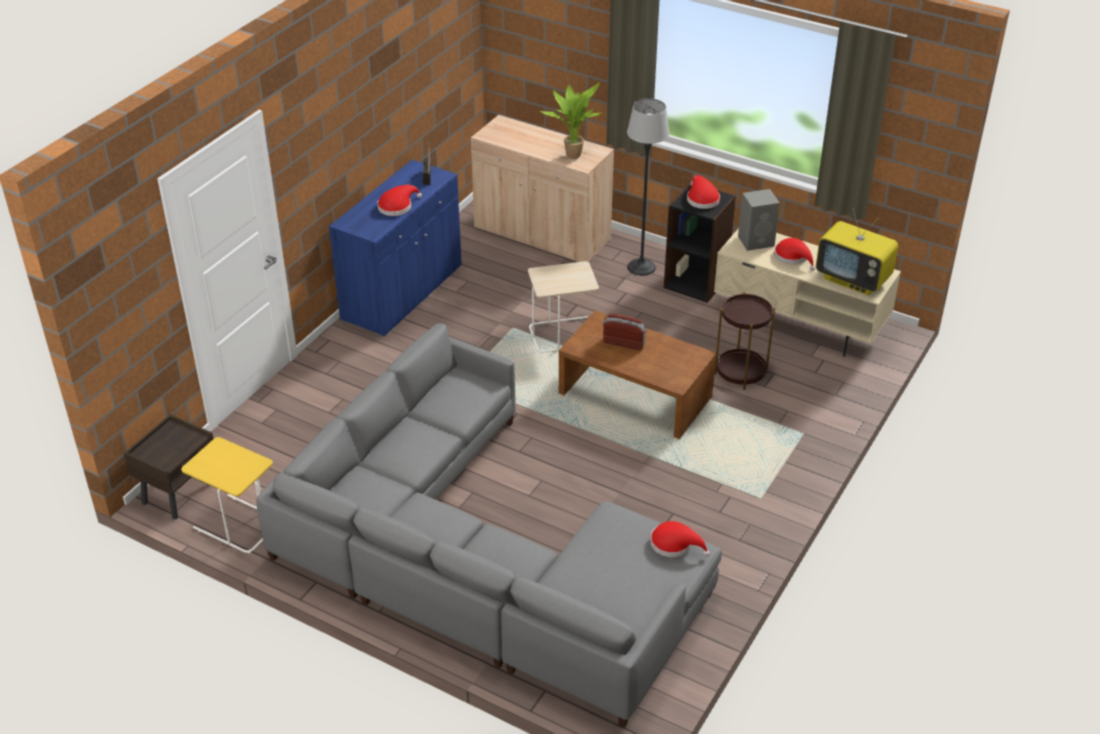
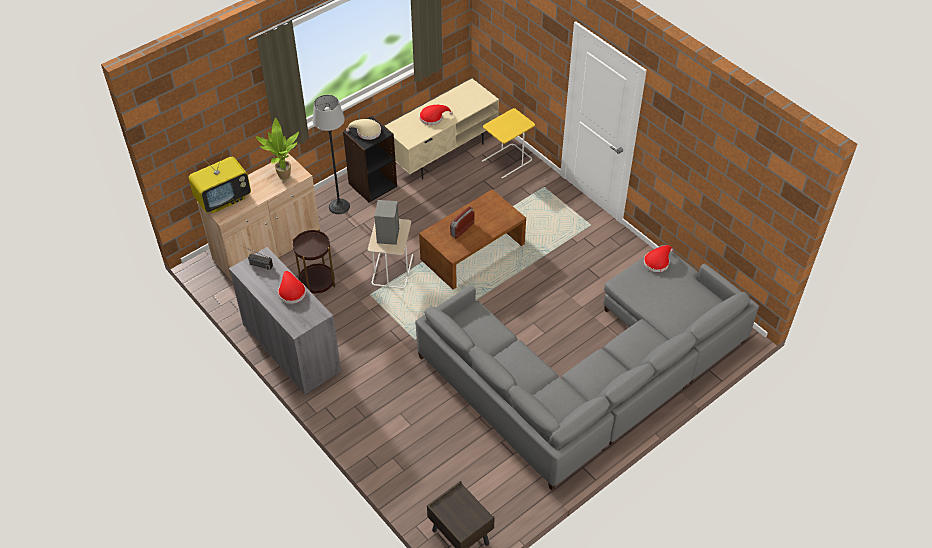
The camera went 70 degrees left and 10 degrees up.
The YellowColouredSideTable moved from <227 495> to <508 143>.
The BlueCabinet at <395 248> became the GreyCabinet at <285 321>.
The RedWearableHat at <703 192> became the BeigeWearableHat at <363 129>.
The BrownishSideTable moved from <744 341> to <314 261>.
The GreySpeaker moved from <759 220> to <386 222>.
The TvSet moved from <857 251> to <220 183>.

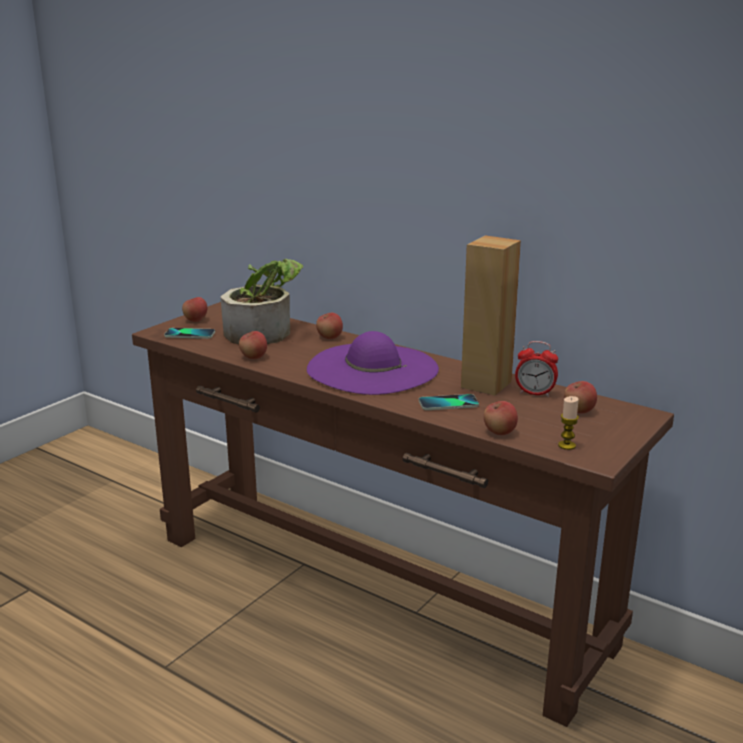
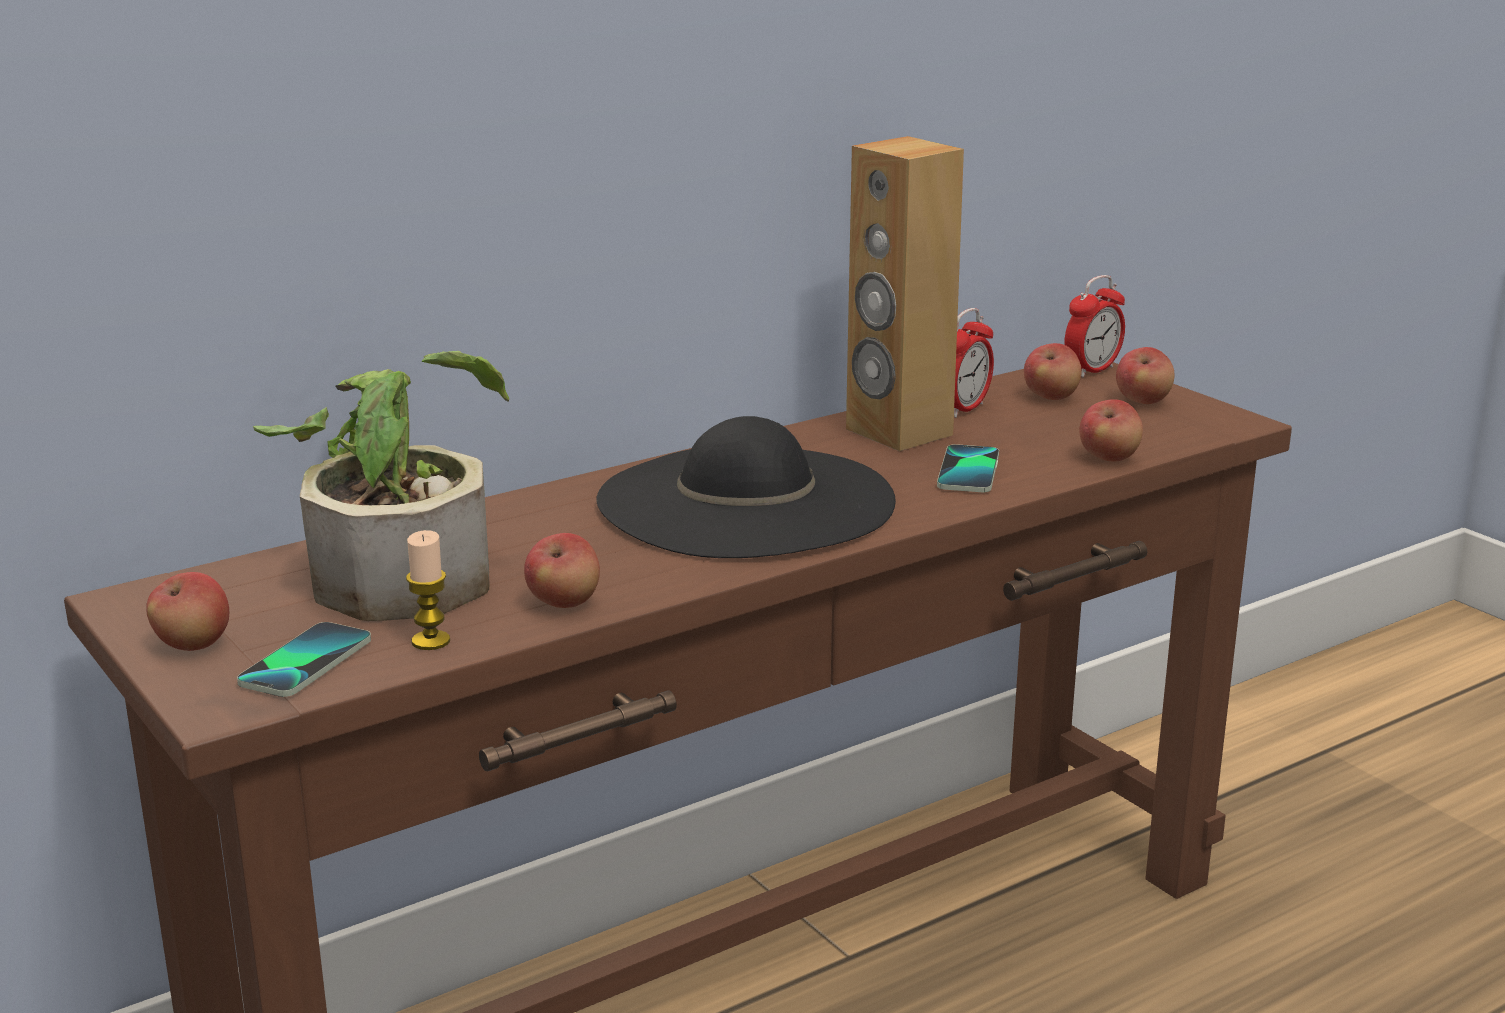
The camera went 70 degrees left and 0 degrees up.
The PurpleWearableHat at <373 363> became the BlackishWearableHat at <746 487>.
The WholeApple moved from <329 326> to <1145 375>.
The Candle moved from <568 423> to <428 590>.
The AlarmClock at <1094 326> appeared.

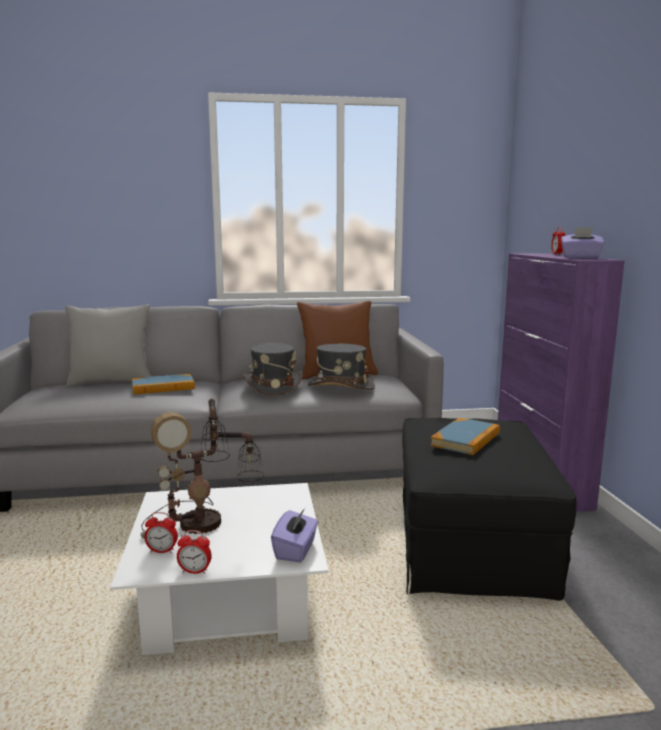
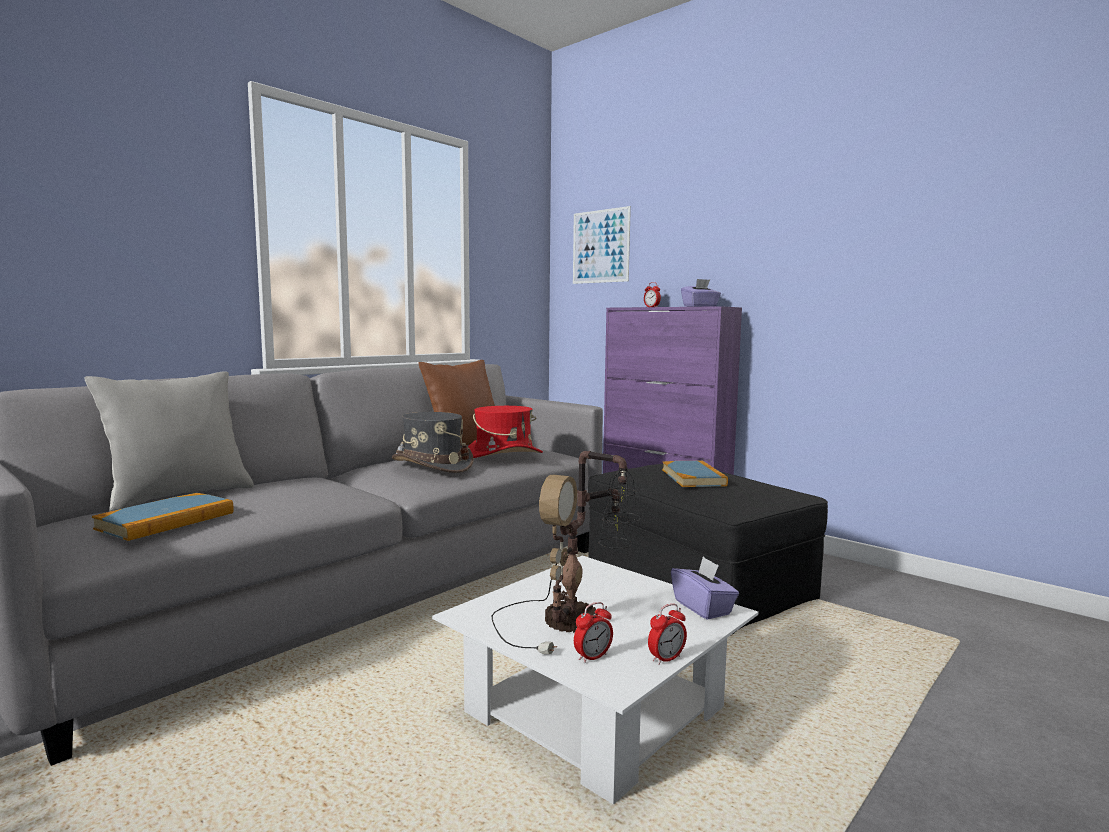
The camera went 40 degrees left and 5 degrees down.
The Book moved from <163 384> to <163 517>.
The GreyWearableHat at <341 367> became the RedWearableHat at <505 432>.
The WallPicture at <602 245> appeared.

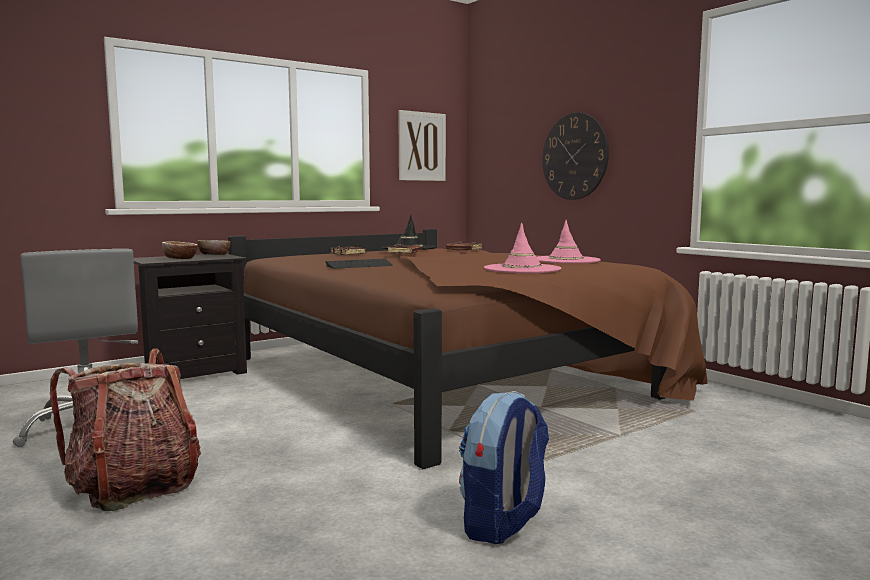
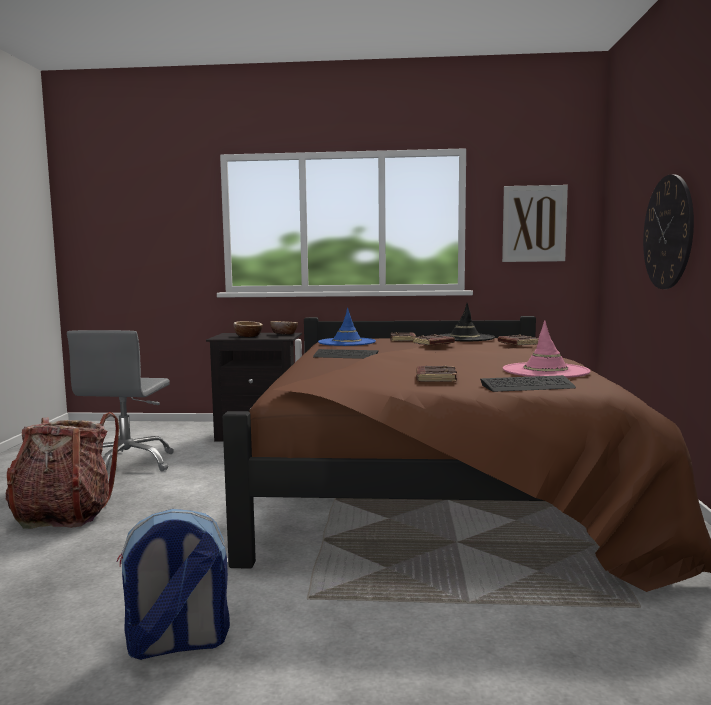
The camera went 40 degrees right and 0 degrees up.
The PinkColouredWearableHat at <522 247> was replaced by the BrownishBook at <436 373>.
The BlueWearableHat at <347 327> appeared.
The ComputerKeyboard at <528 383> appeared.

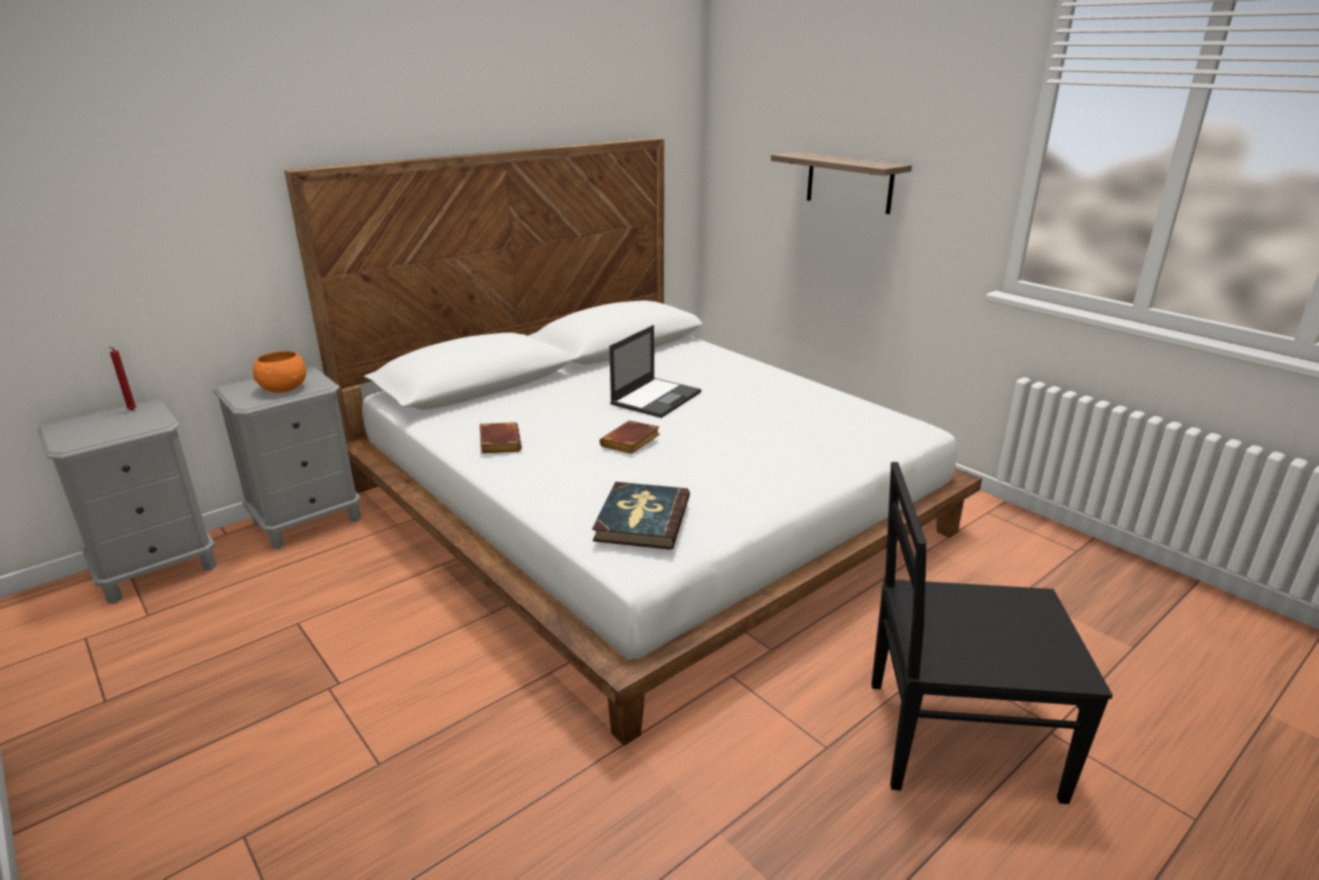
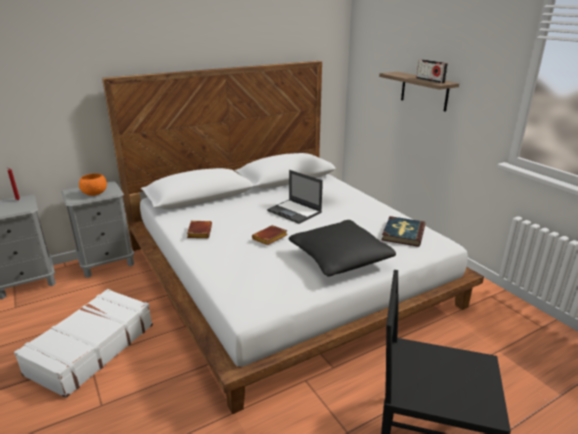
The camera went 10 degrees right and 0 degrees up.
The Book moved from <641 516> to <403 231>.
The Laptop at <655 371> turned 90 degrees clockwise.
The WhiteColouredSuitcase at <83 343> appeared.
The BlackishPillow at <342 248> appeared.
The Radio at <432 71> appeared.

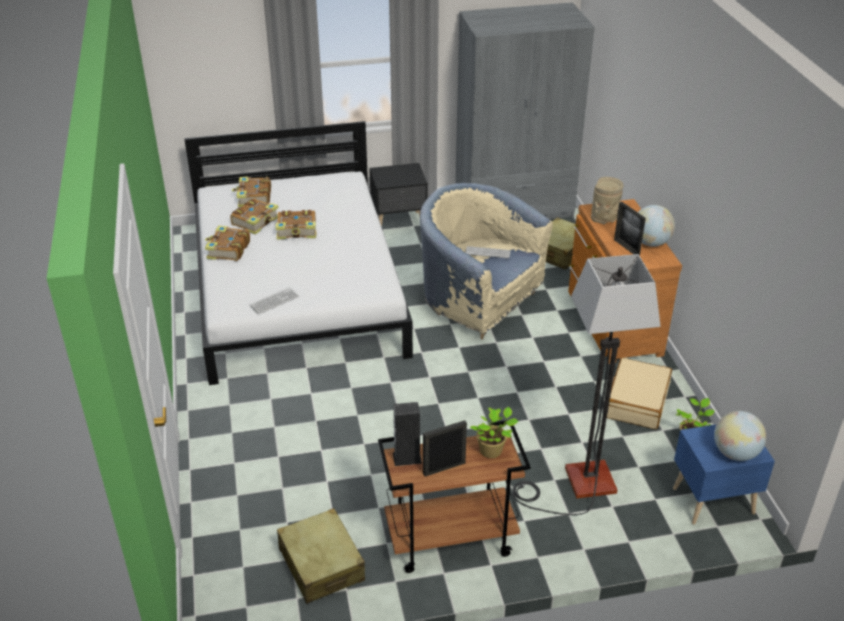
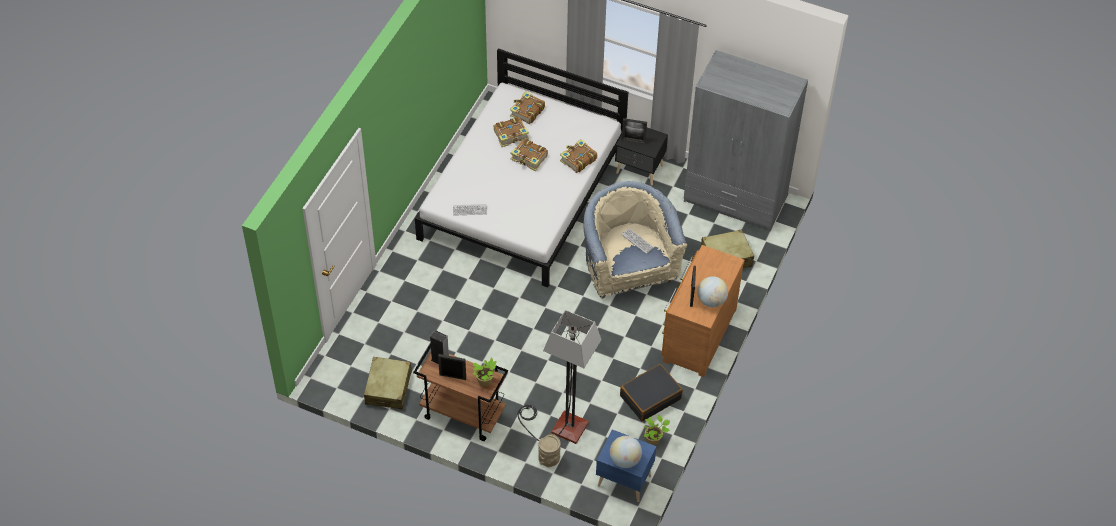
The camera went 35 degrees right and 15 degrees up.
The Book moved from <227 243> to <578 156>.
The BeigeVase moved from <607 200> to <549 450>.
The BeigeSuitcase at <639 393> became the BlackishSuitcase at <651 392>.
The PictureFrame at <634 131> appeared.

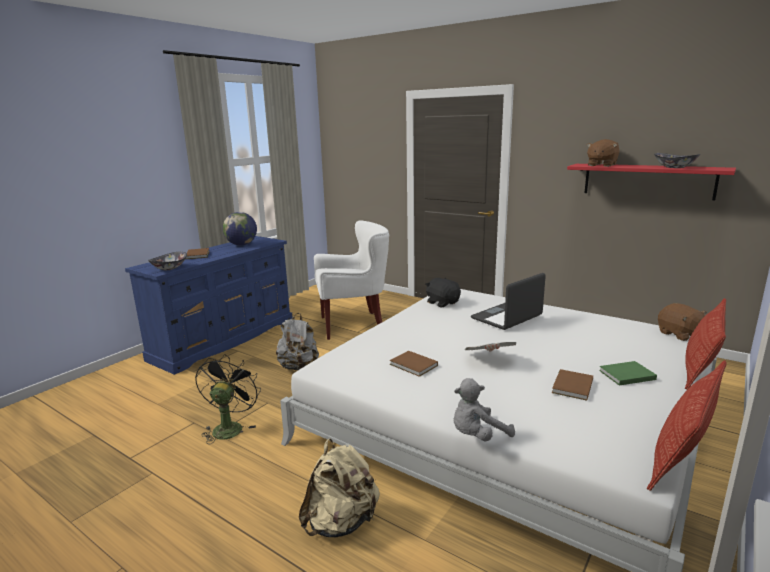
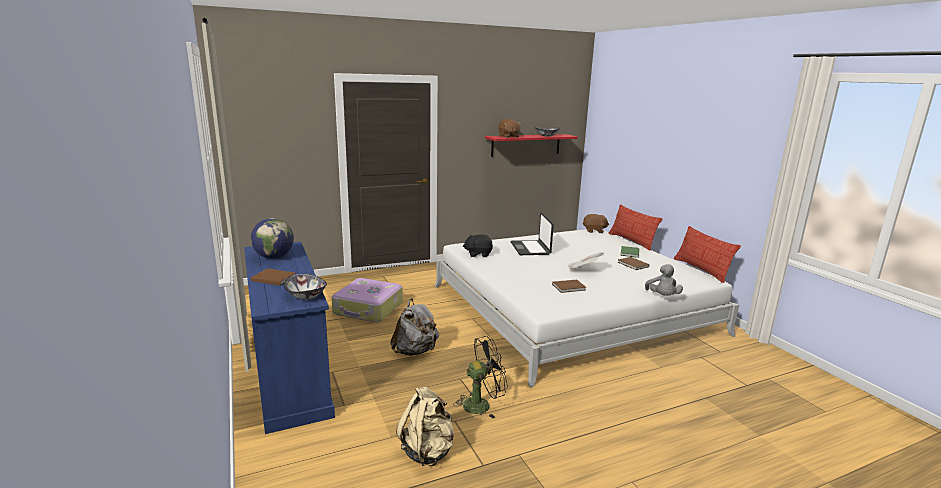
The camera went 60 degrees left and 0 degrees up.
The BlackishCoolingFan at <228 399> turned 120 degrees clockwise.
The BeigeKnapsack moved from <339 488> to <425 426>.
The WhiteColouredArmchair at <351 280> was replaced by the Suitcase at <367 300>.

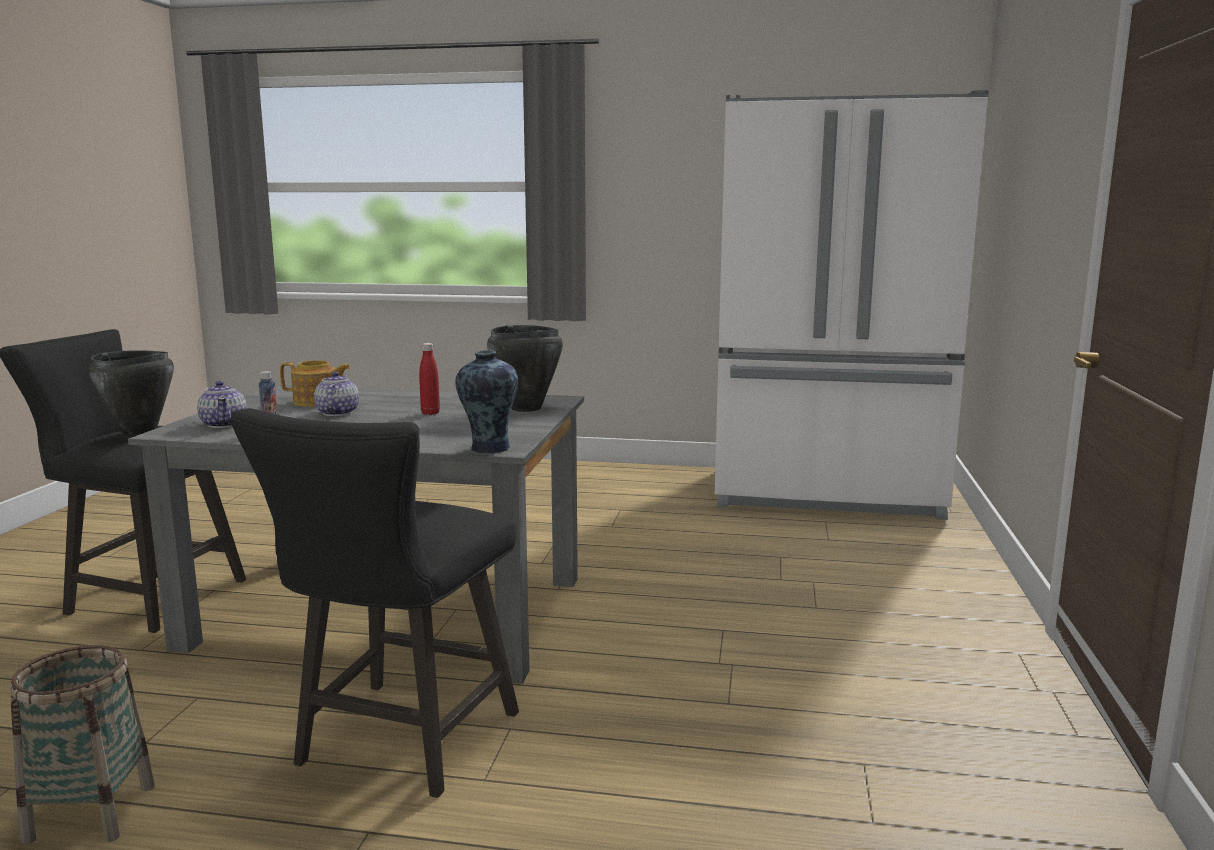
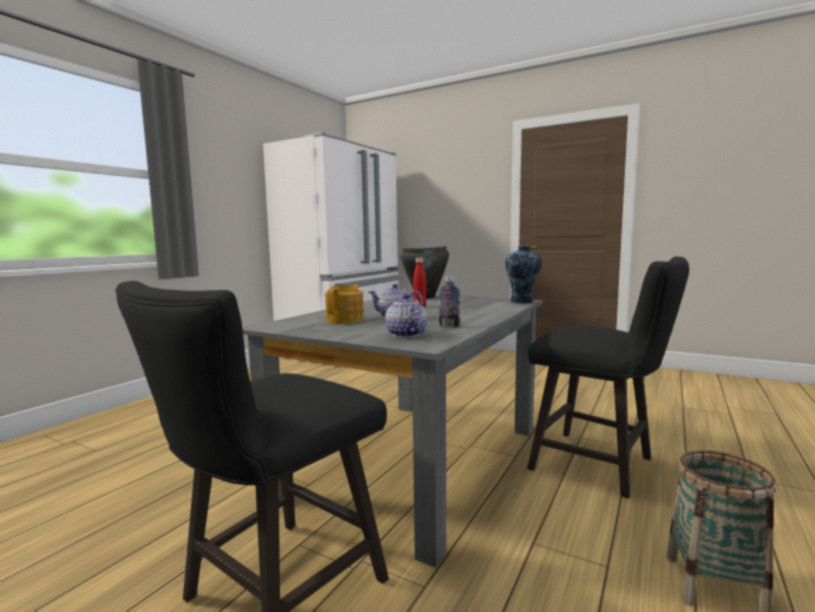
The camera went 70 degrees left and 5 degrees down.
The BlackishSaucepot at <131 393> disappeared.
The PotForTea at <222 404> turned 105 degrees counterclockwise.

